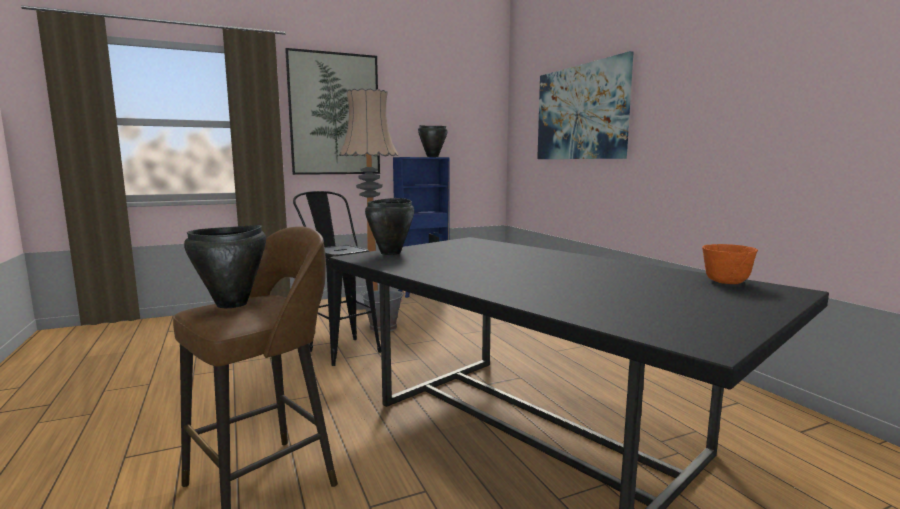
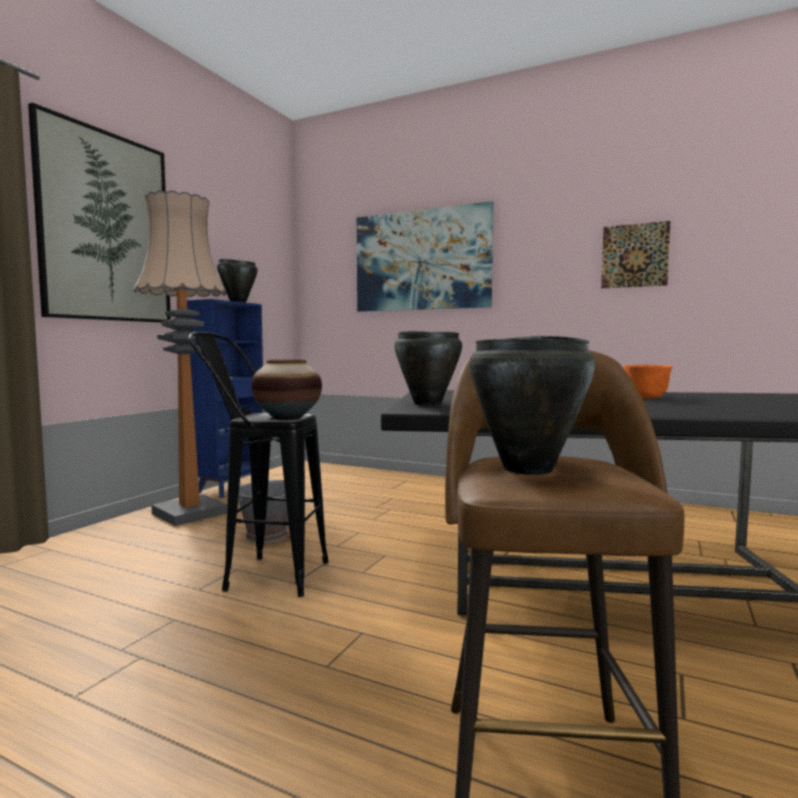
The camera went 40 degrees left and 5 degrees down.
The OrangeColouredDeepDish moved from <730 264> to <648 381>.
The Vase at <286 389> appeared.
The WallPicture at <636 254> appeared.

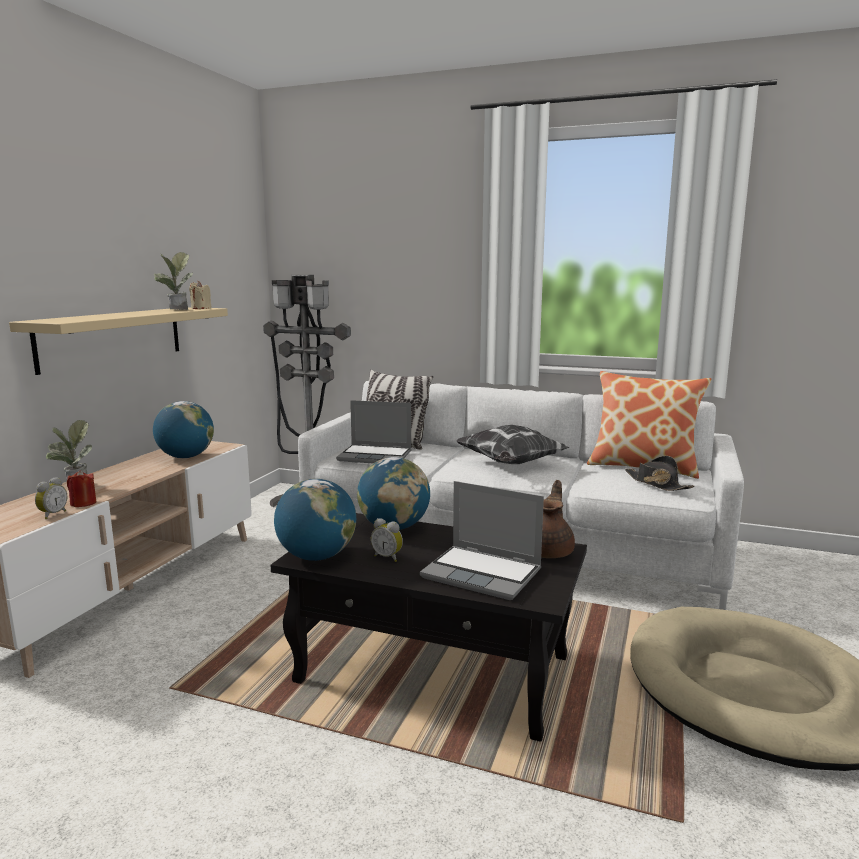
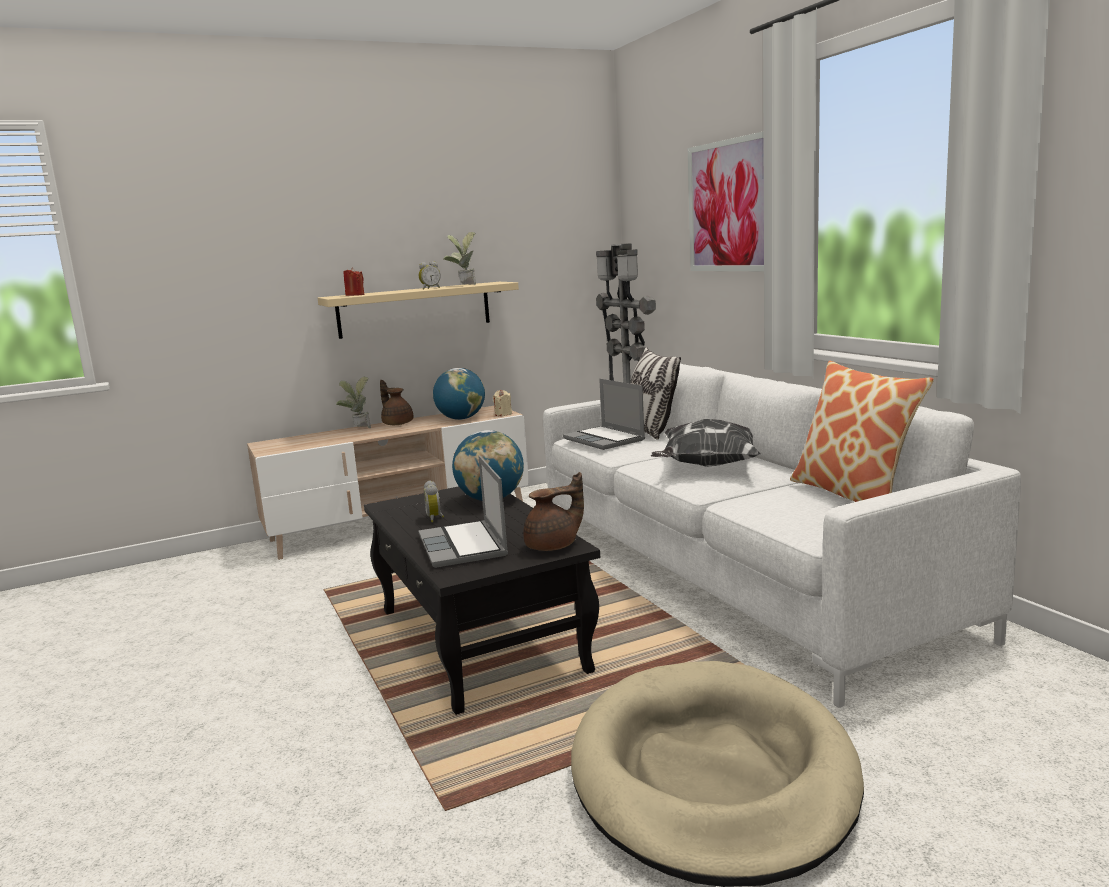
The camera went 45 degrees right and 0 degrees up.
The AlarmClock moved from <51 498> to <430 275>.
The RedCandle moved from <81 488> to <354 281>.
The BeigeCandle moved from <200 295> to <502 403>.
The WorldGlobe at <315 520> disappeared.
The BlackishWearableHat at <660 473> disappeared.
The BrownishPotForTea at <396 402> appeared.
The WallPicture at <726 201> appeared.

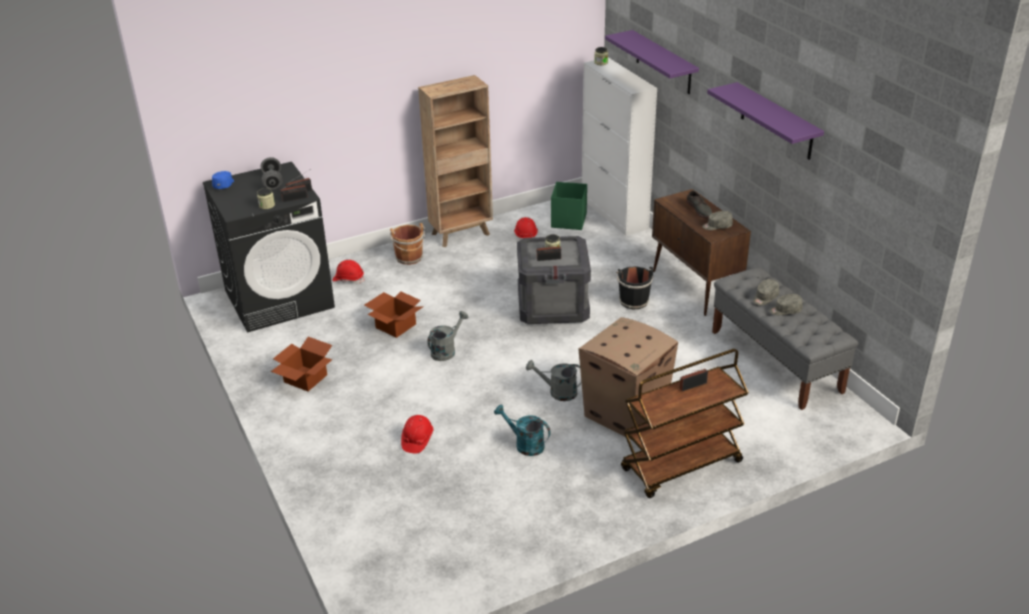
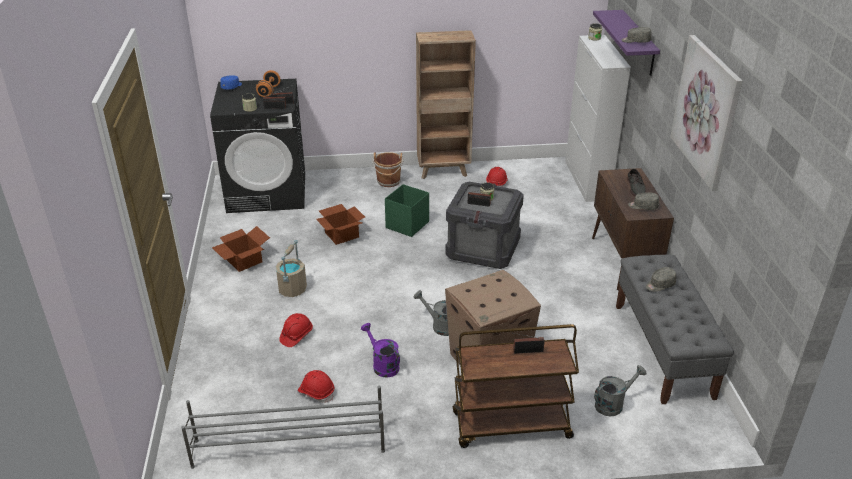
The camera went 20 degrees right and 0 degrees up.
The GreyDumbbell at <272 173> became the OrangeColouredDumbbell at <268 83>.
The RedSafetyHelmet moved from <348 272> to <316 386>.
The GreyWateringCan moved from <447 336> to <620 390>.
The TurquoiseWateringCan at <522 430> became the PurpleWateringCan at <380 350>.
The GreenColouredStorageContainer moved from <569 206> to <407 210>.
The BlackishWaterBucket at <634 288> disappeared.
The PurpleWallShelf at <765 121> was replaced by the WallPicture at <706 113>.
The GreyBaseballCap moved from <786 304> to <636 35>.
The GreyShoeRack at <283 427> appeared.
The BeigeWaterBucket at <291 268> appeared.

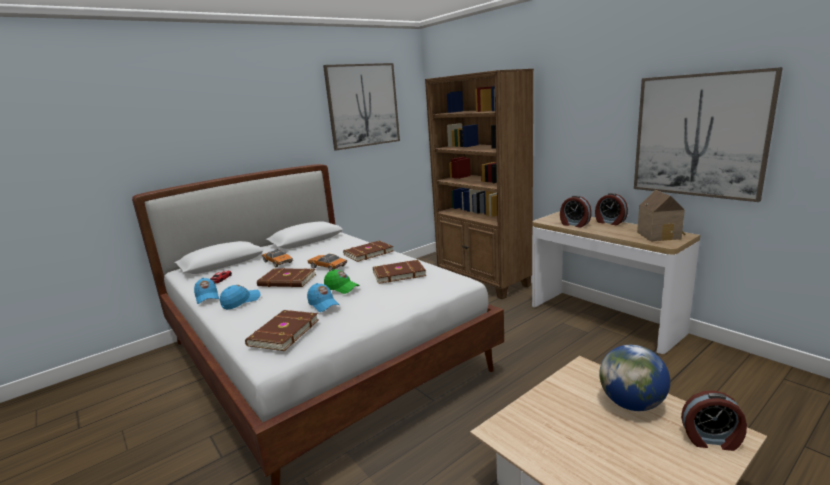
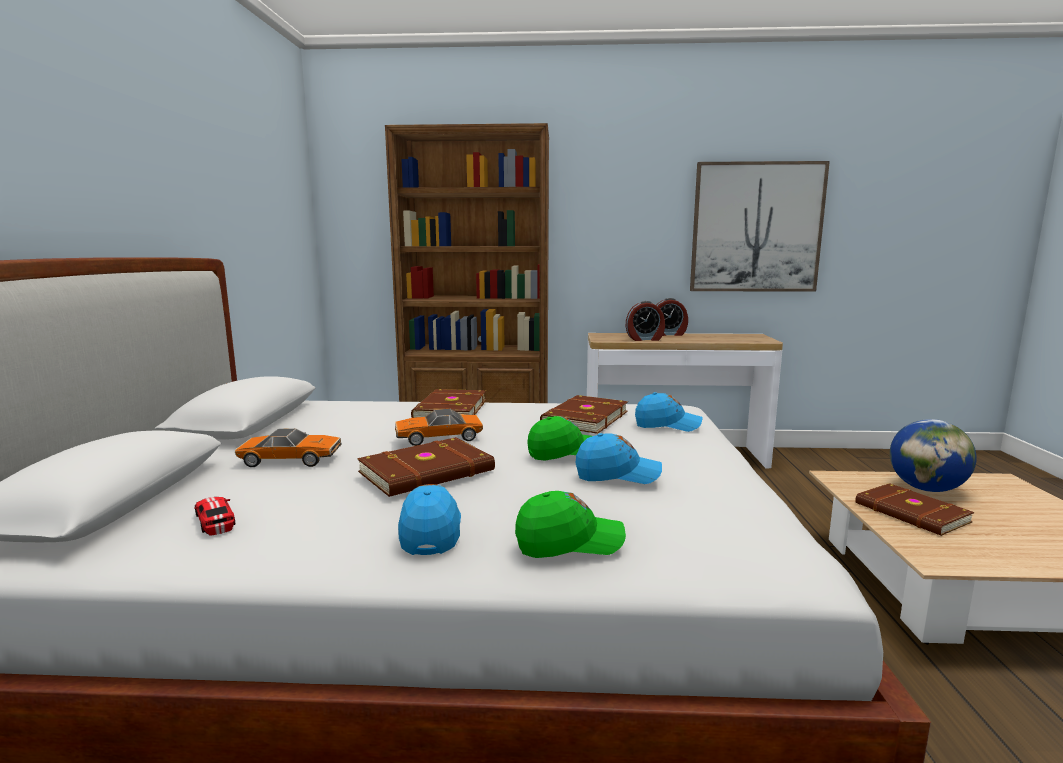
The camera went 50 degrees left and 5 degrees down.
The BlueBaseballCap moved from <206 291> to <668 412>.
The BrownishBook moved from <282 330> to <915 509>.
The WallPicture at <361 106> disappeared.
The MiniatureHouse at <661 215> disappeared.
The AlarmClock at <714 421> disappeared.
The GreenColouredBaseballCap at <570 524> appeared.

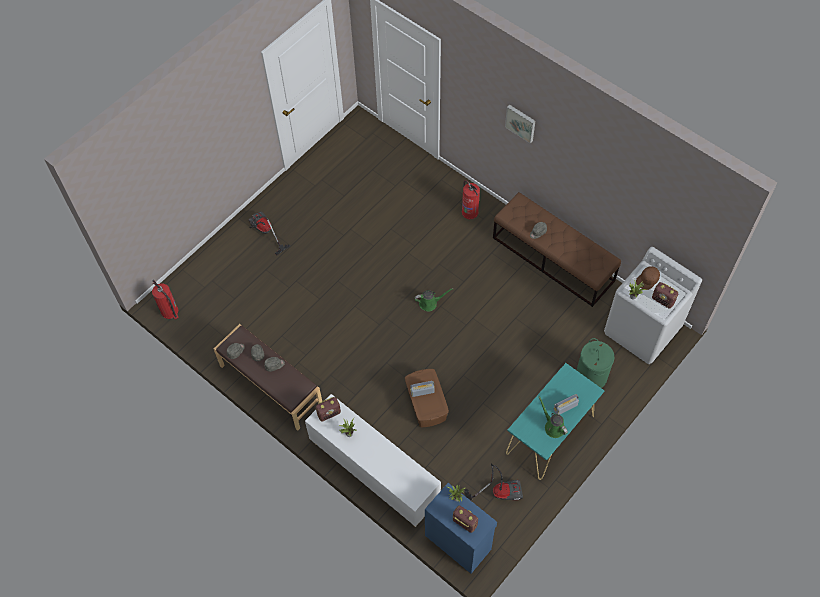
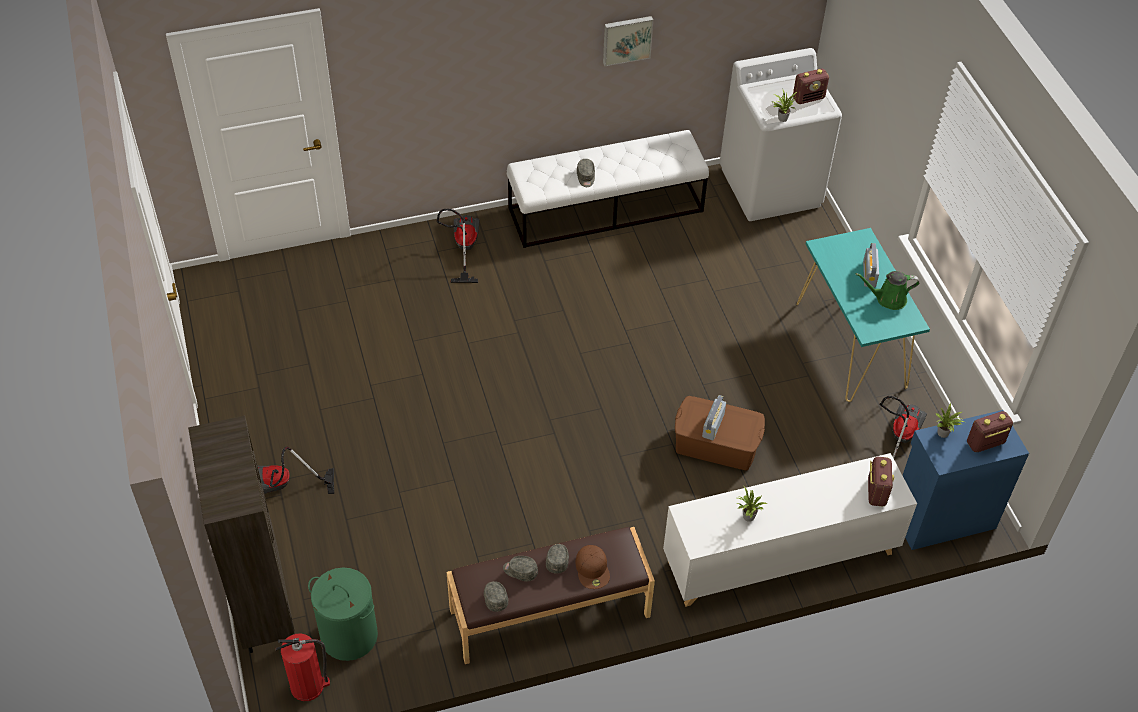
The camera went 60 degrees left and 10 degrees down.
The Radio moved from <328 409> to <881 481>.
The GreenColouredWateringCan at <434 299> disappeared.
The FireExtinguisher at <471 199> was replaced by the Vacuum at <458 246>.
The BrownishLongSeat at <557 249> became the WhiteColouredLongSeat at <608 189>.
The WallPicture moved from <520 124> to <628 41>.
The GreenColouredLaundryBasket moved from <595 363> to <343 614>.
The BrownishBaseballCap moved from <648 278> to <593 567>.
The BrownishShelvingUnit at <241 534> appeared.

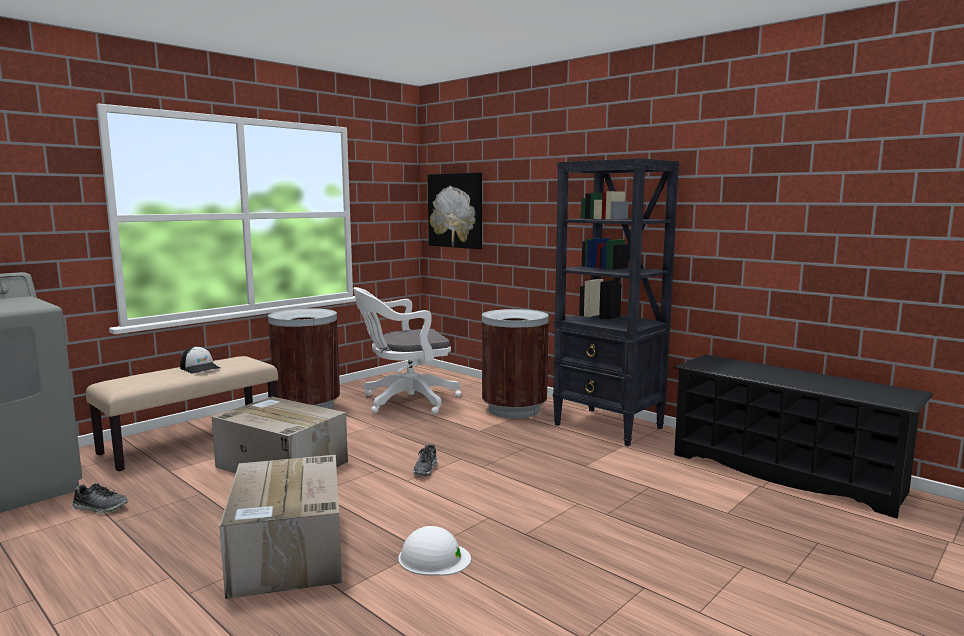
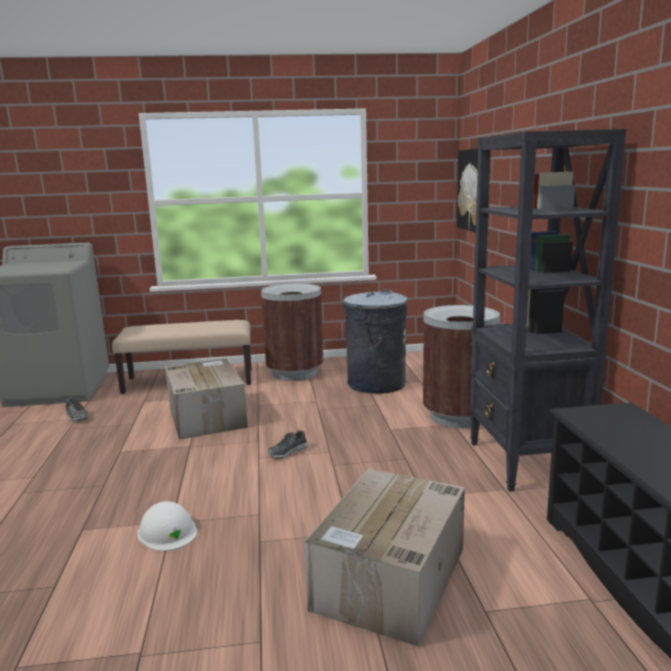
The camera went 40 degrees right and 5 degrees up.
The BaseballCap at <200 360> disappeared.
The CardboardBox moved from <280 527> to <384 557>.
The WhiteColouredDeskChair at <407 350> was replaced by the GreyRubbishBin at <375 341>.

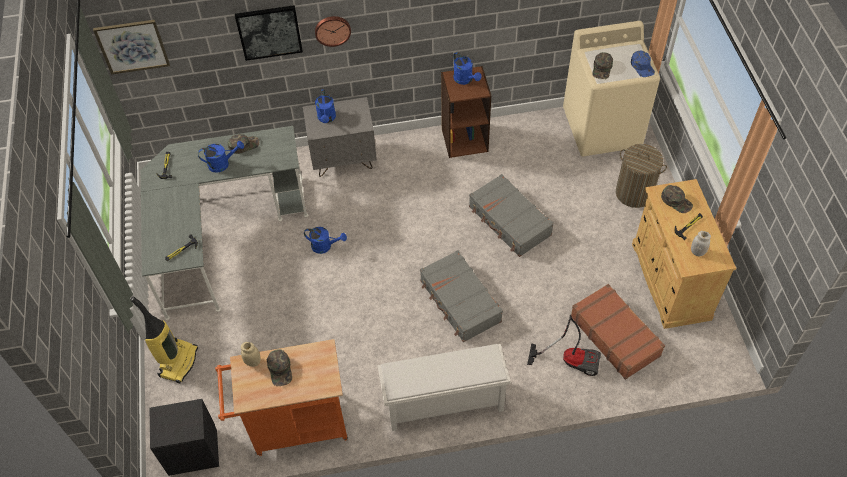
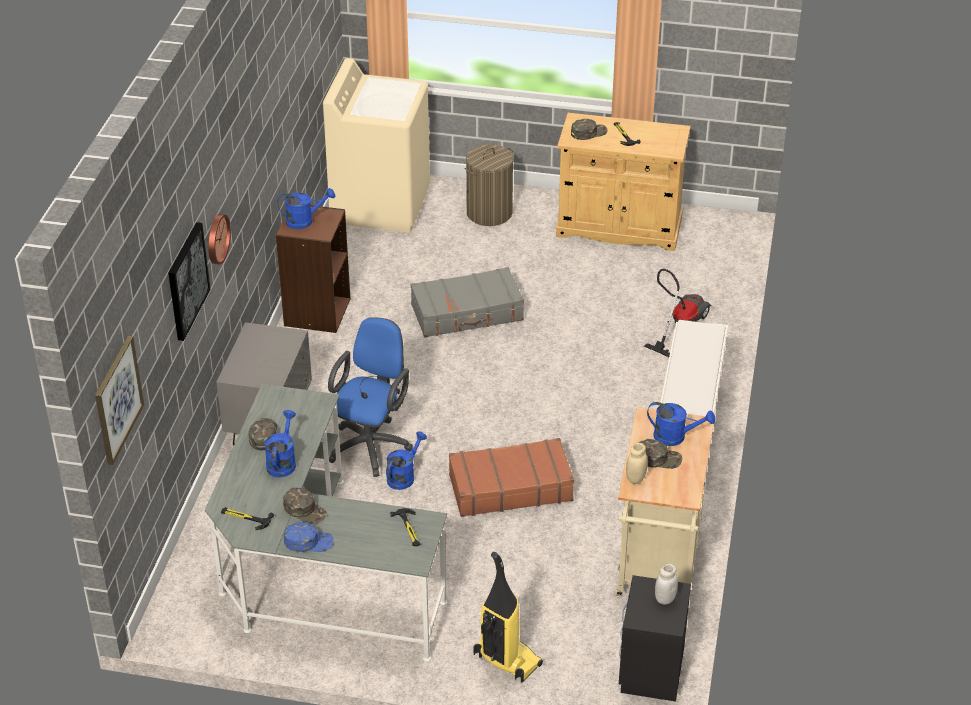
The camera went 70 degrees left and 15 degrees down.
The OrangeColouredWheeledCart at <281 397> became the BeigeWheeledCart at <664 502>.
The BlueWateringCan moved from <325 106> to <681 424>.
The GreySuitcase at <461 296> disappeared.
The BrownishSuitcase moved from <618 332> to <511 477>.
The GreenColouredBaseballCap moved from <602 65> to <305 506>.
The BlueBaseballCap moved from <643 63> to <308 537>.
The WhiteColouredJar moved from <701 243> to <666 583>.
The BlueDeskChair at <370 397> appeared.

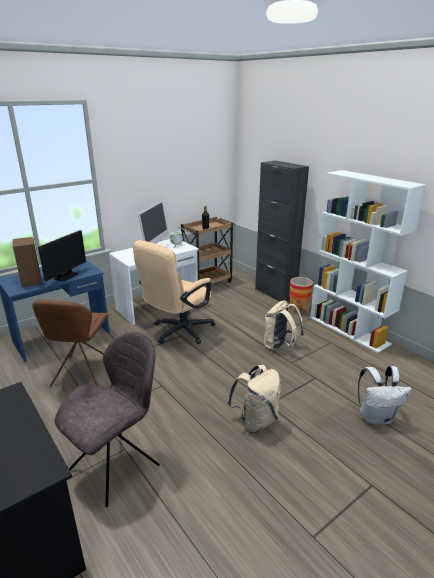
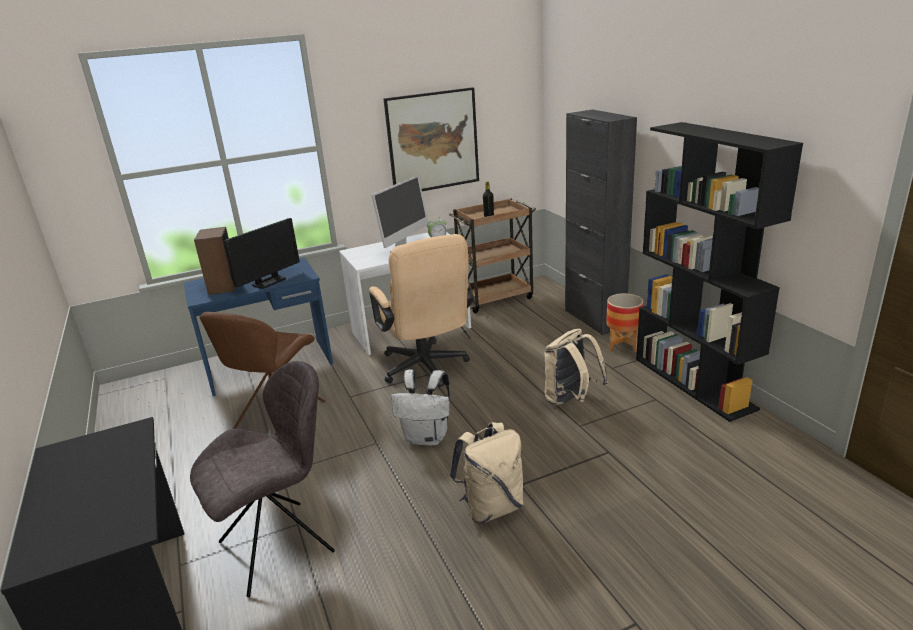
The camera went 15 degrees right and 0 degrees up.
The BeigeDeskChair at <174 292> turned 75 degrees counterclockwise.
The WhiteColouredShelvingUnit at <368 261> became the BlackishShelvingUnit at <719 272>.
The WhiteColouredKnapsack moved from <385 395> to <420 407>.
The WallPicture at <431 139> appeared.

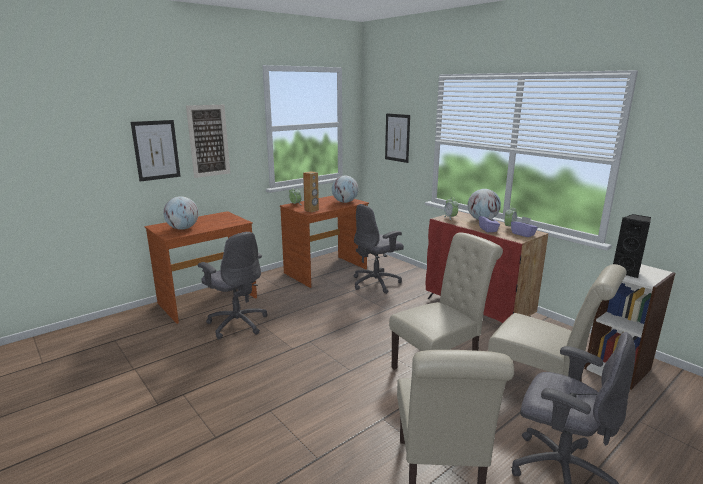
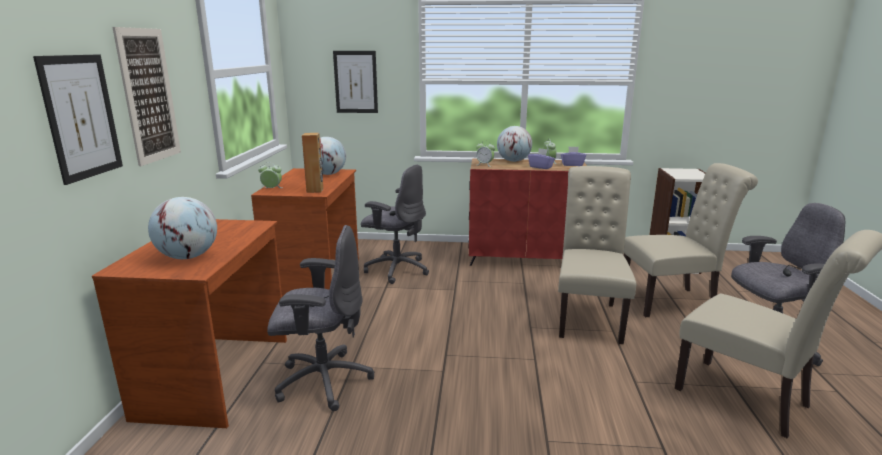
The camera went 45 degrees left and 0 degrees up.
The GreyDeskChair at <379 249> turned 75 degrees counterclockwise.
The BlackishSpeaker at <632 246> disappeared.

